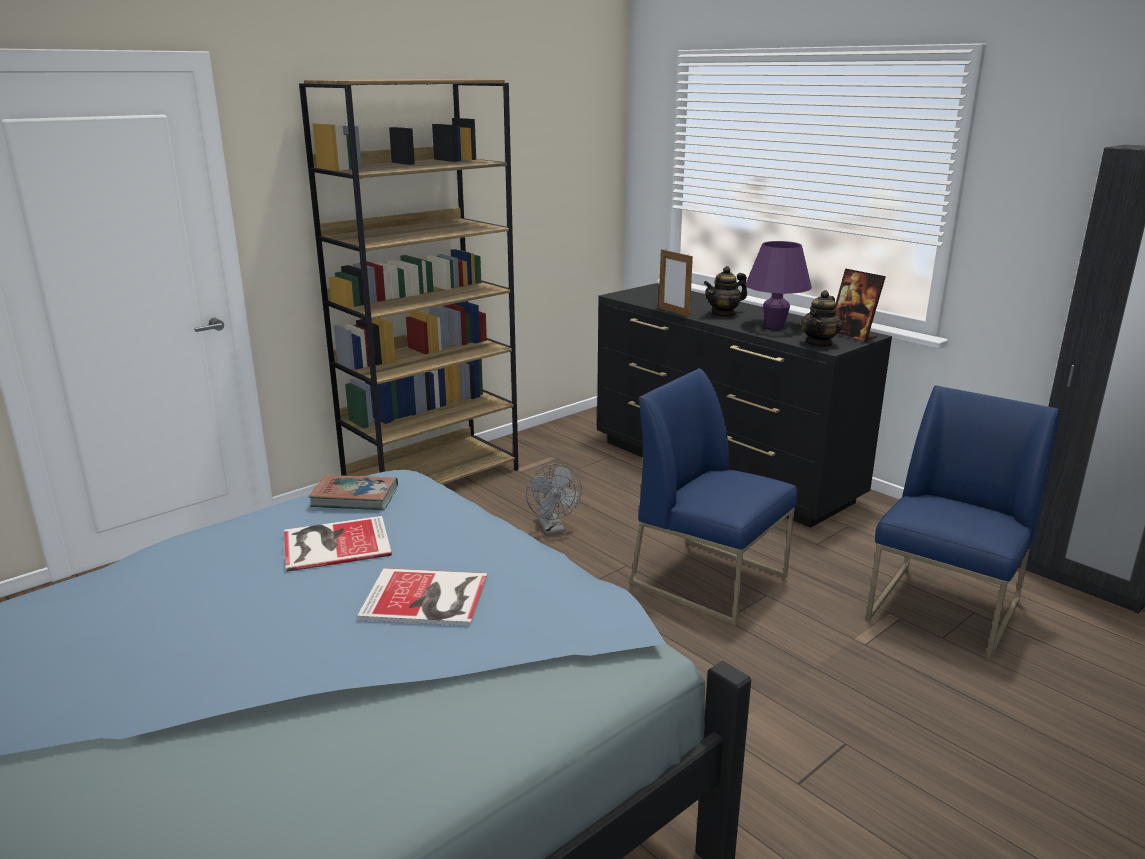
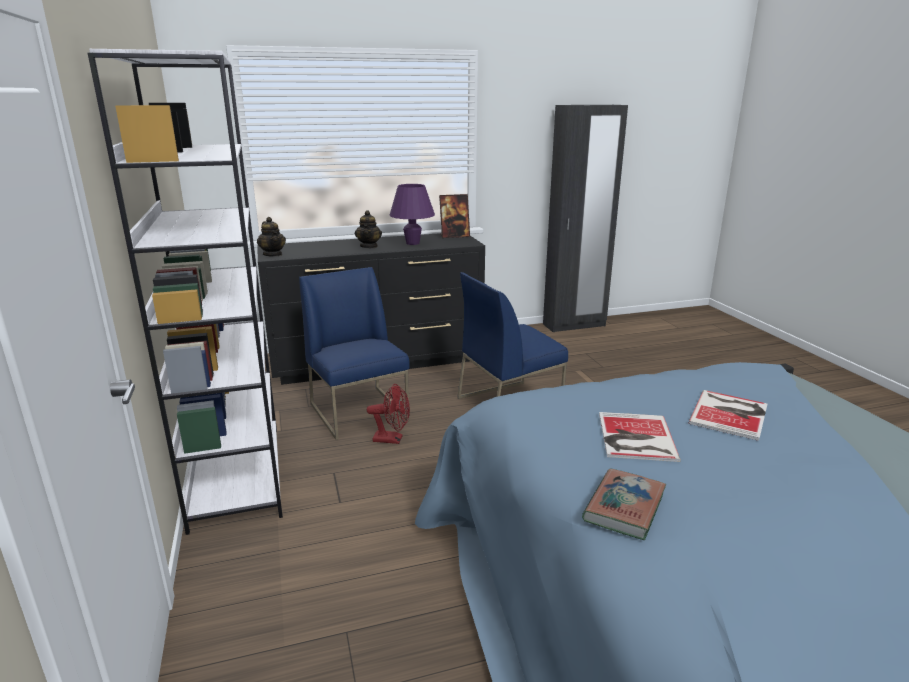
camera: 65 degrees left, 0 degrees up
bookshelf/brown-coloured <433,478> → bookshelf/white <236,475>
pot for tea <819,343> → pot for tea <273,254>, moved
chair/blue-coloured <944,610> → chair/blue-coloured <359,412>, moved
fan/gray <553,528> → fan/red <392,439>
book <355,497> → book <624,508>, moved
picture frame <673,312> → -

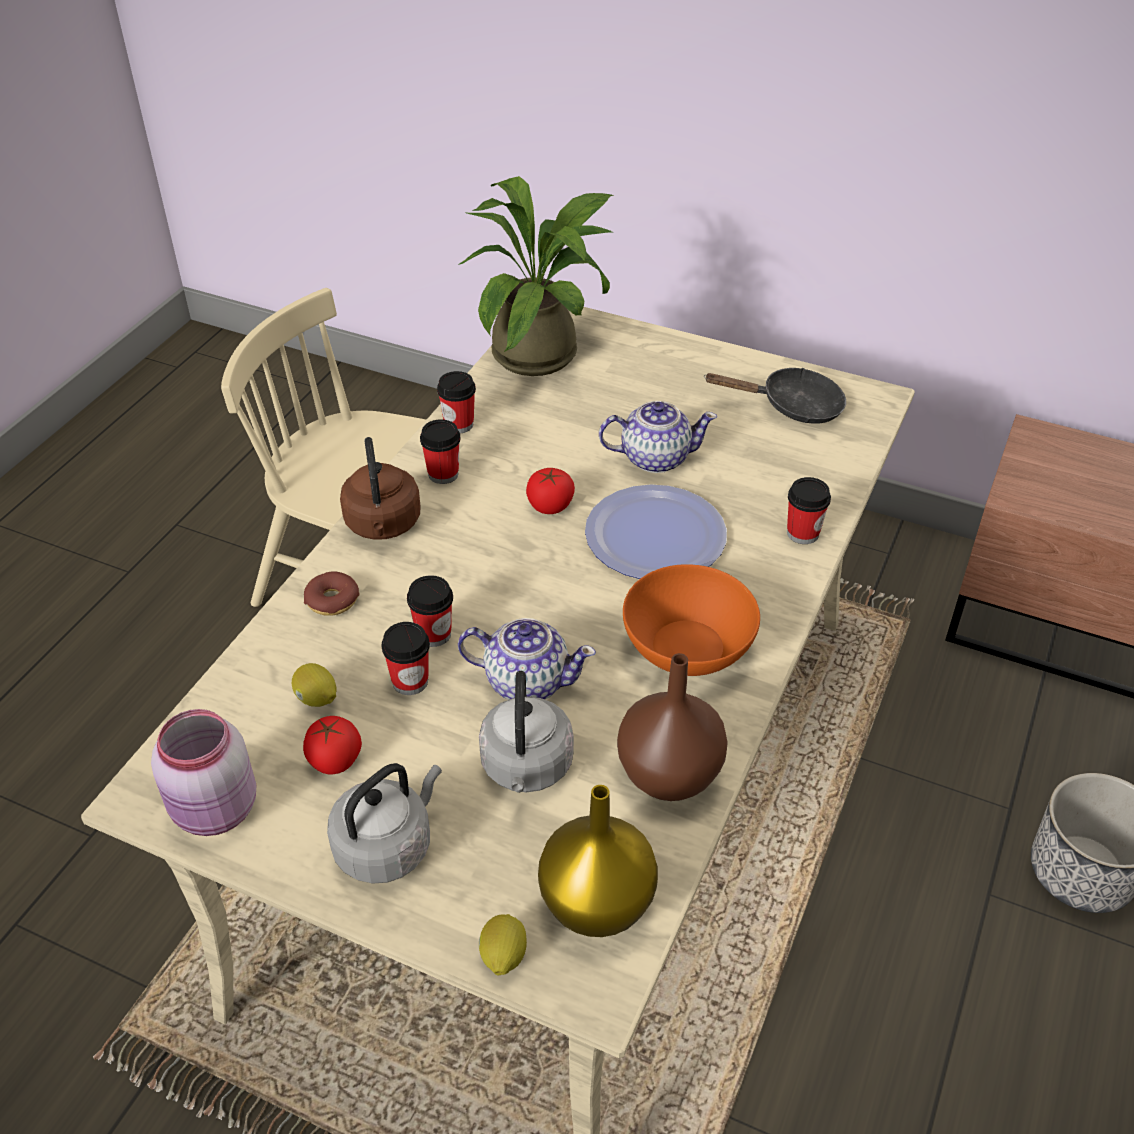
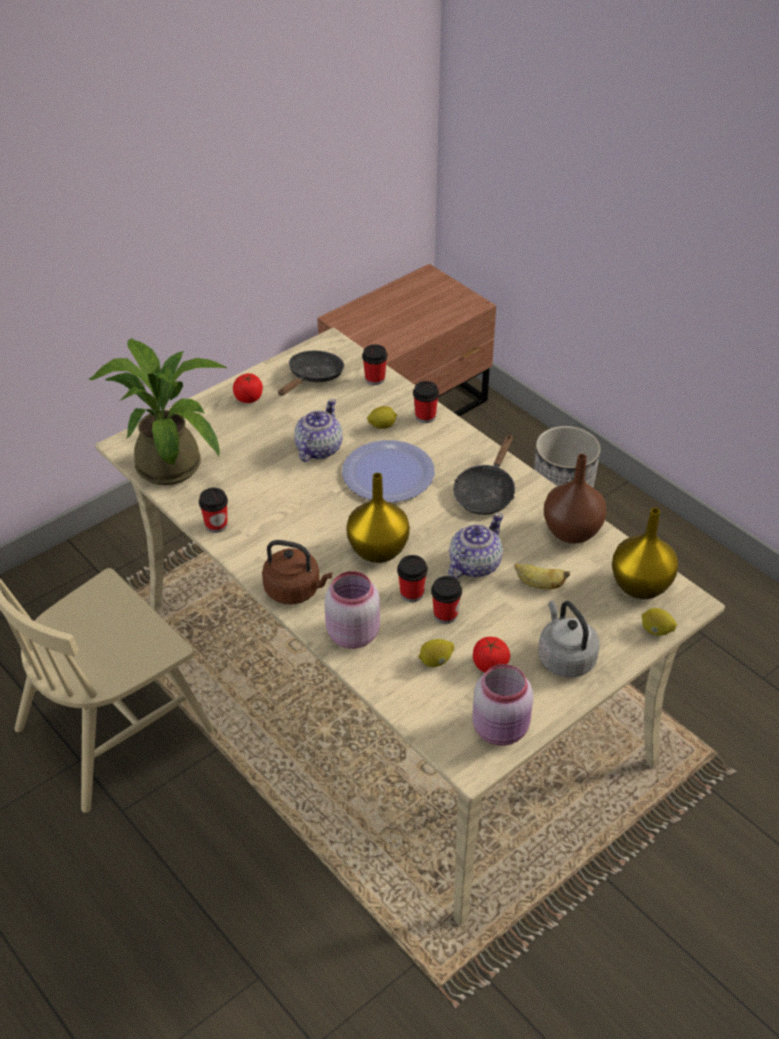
camera: 65 degrees left, 0 degrees up
fresh tomato <550,506> → fresh tomato <249,398>, moved
donut <332,600> → storage jar/pink-coloured <352,633>
- → decorative vase/yellow-coloured <379,550>
cup <443,474> → cup <375,379>, moved
- → lemon <382,426>
bowl/orange <688,647> → frying pan/black-coloured <486,492>
water kettle/gray <526,768> → banana <539,585>

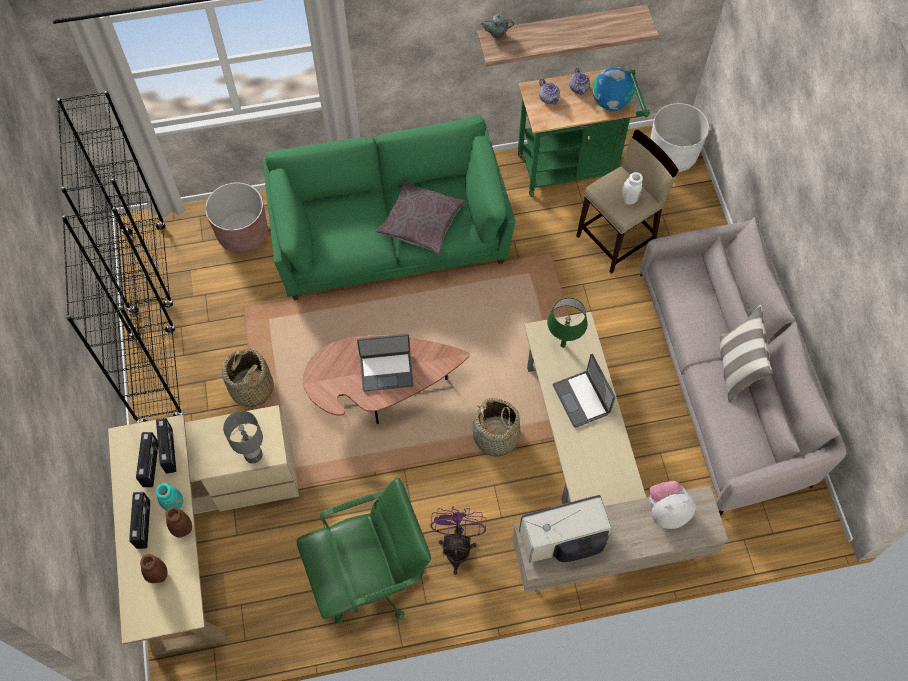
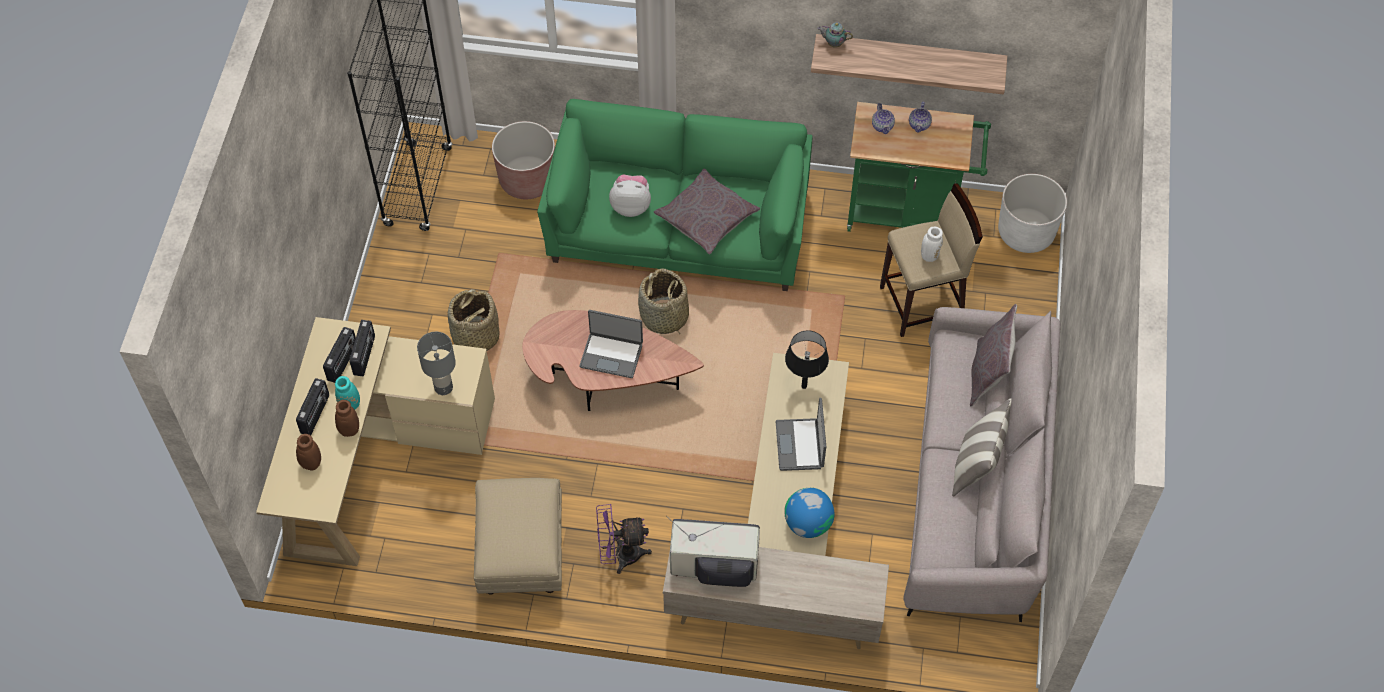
camera: 20 degrees right, 5 degrees down
computer chair/greenish <370,577> → footrest/beige-coloured <521,554>
fan/purple <457,546> → fan/purple <620,555>, 120 degrees counterclockwise
soft toy <667,511> → soft toy <631,206>, moved
basket <496,437> → basket <664,317>, moved
globe <611,102> → globe <808,523>, moved
tabletop lamp/greenish <562,345> → tabletop lamp/black-coloured <804,386>
- → cushion/gray <988,375>
bookshelf/black-coloured <157,376> → -

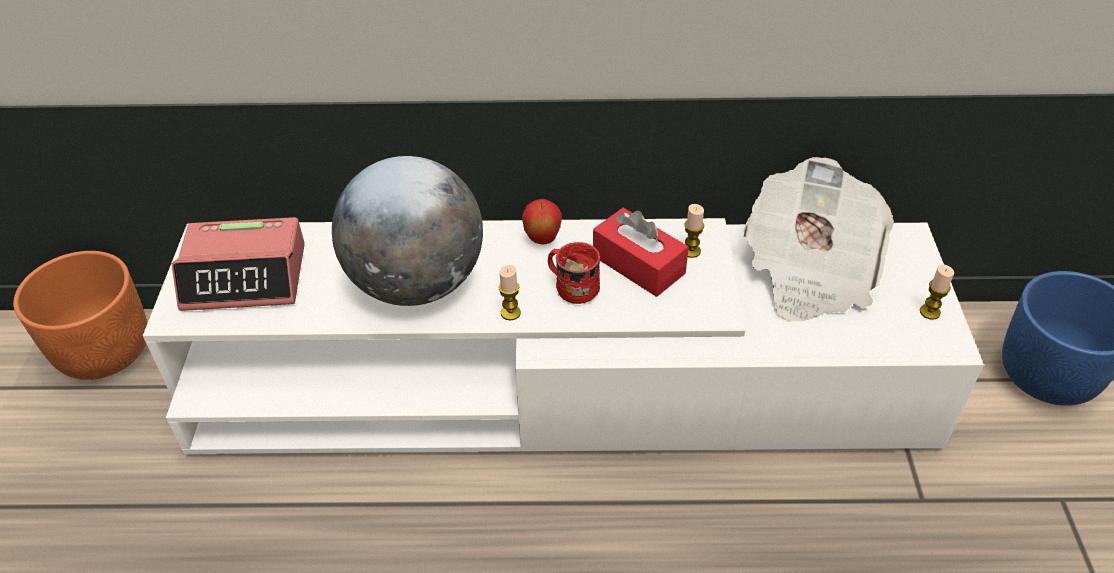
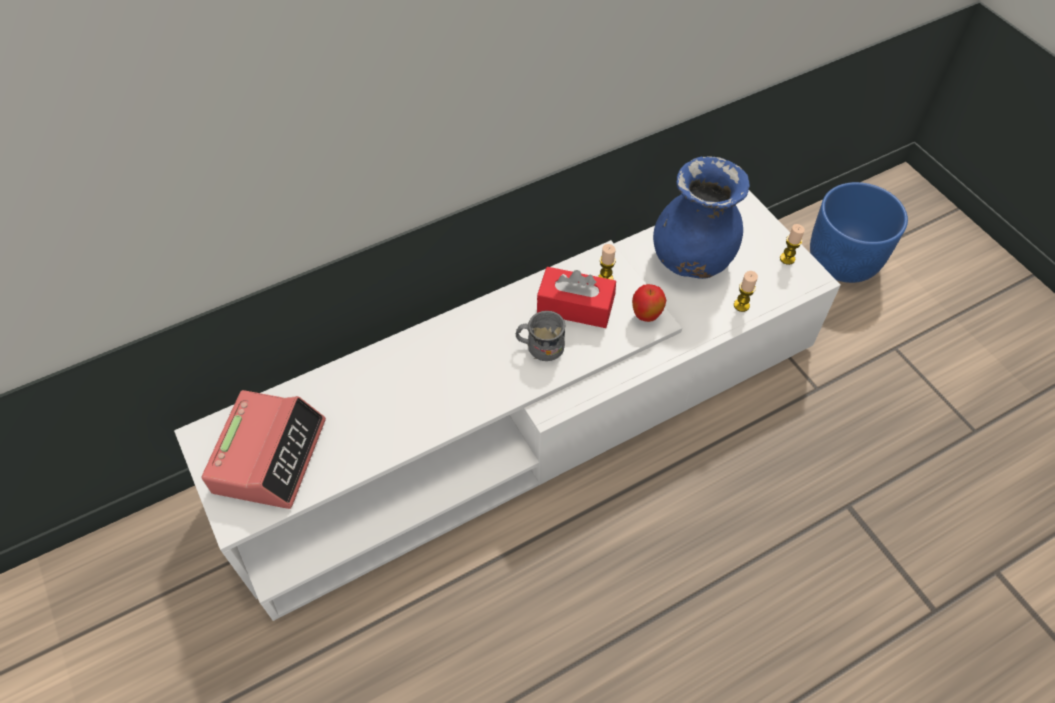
camera: 30 degrees left, 10 degrees up
bedside clock <246,276> → bedside clock <269,455>, 45 degrees counterclockwise
mug/red <572,287> → mug/gray <540,347>
apple <542,240> → apple <646,316>, moved
printed paper <809,271> → decorative vase/blue-coloured <692,259>
wax light <510,313> → wax light <741,305>, moved
flower pot/orange <104,350> → -
globe <416,284> → -

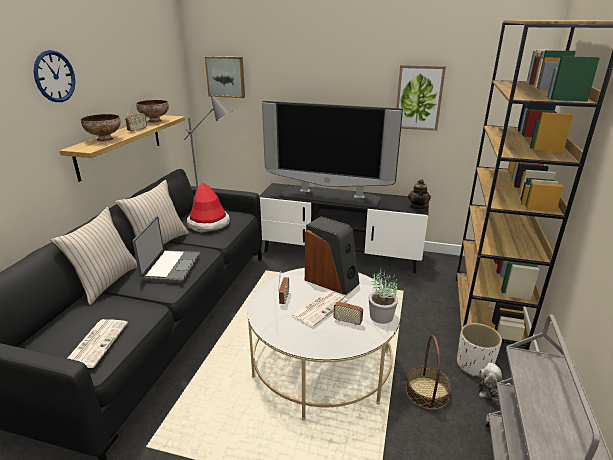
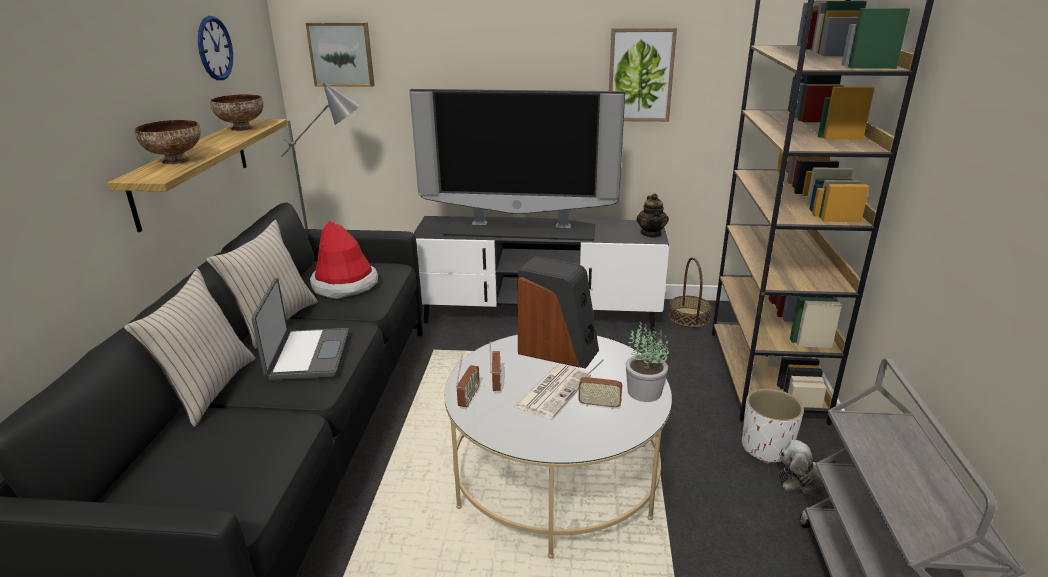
camera: 10 degrees left, 0 degrees up
wall clock <54,76> → wall clock <215,48>, moved
radio set <137,130> → radio set <468,398>, moved
basket <427,392> → basket <689,317>, moved
printed paper <96,343> → -

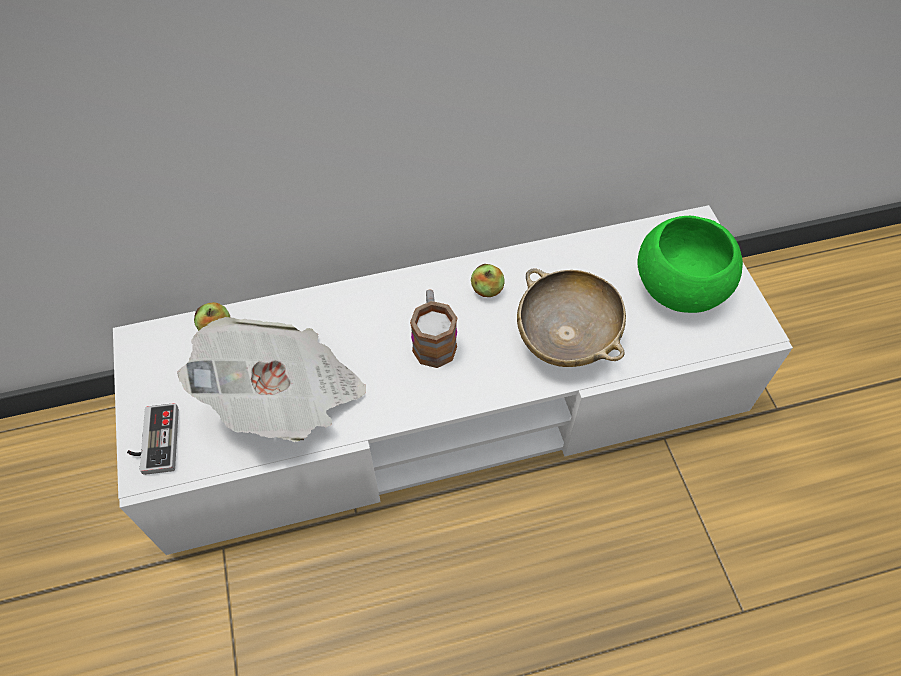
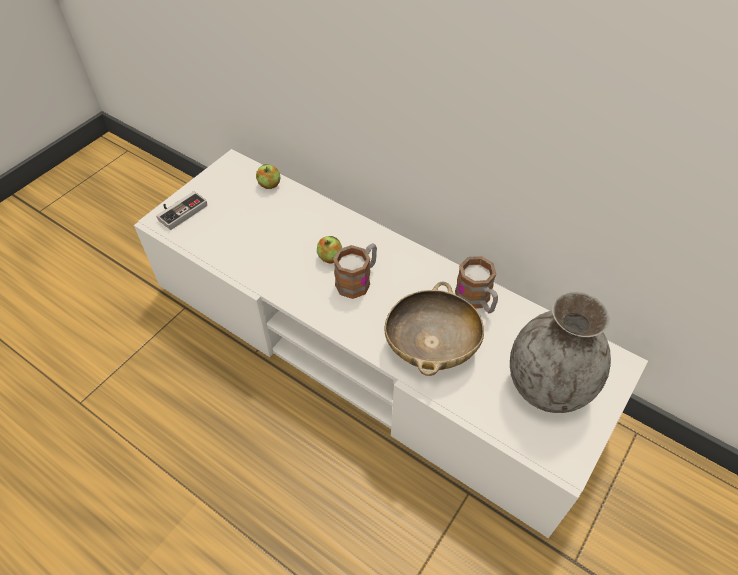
camera: 50 degrees right, 5 degrees down
apple <487,290> → apple <330,257>, moved
- → mug <476,301>
bowl/greenish <678,288> → decorative vase/gray <547,386>
printed paper <285,396> → -

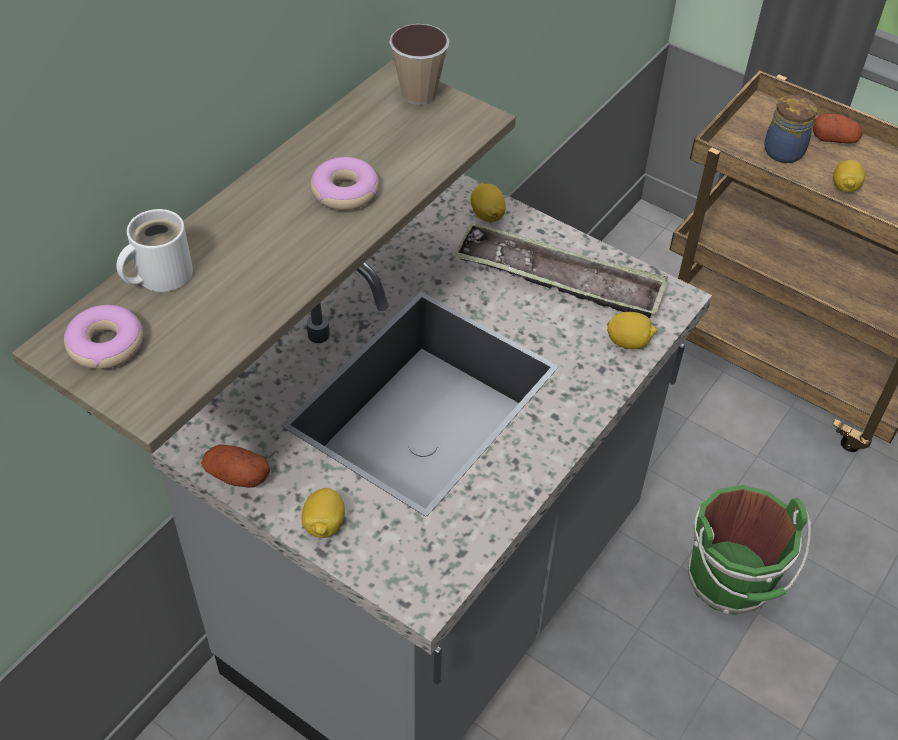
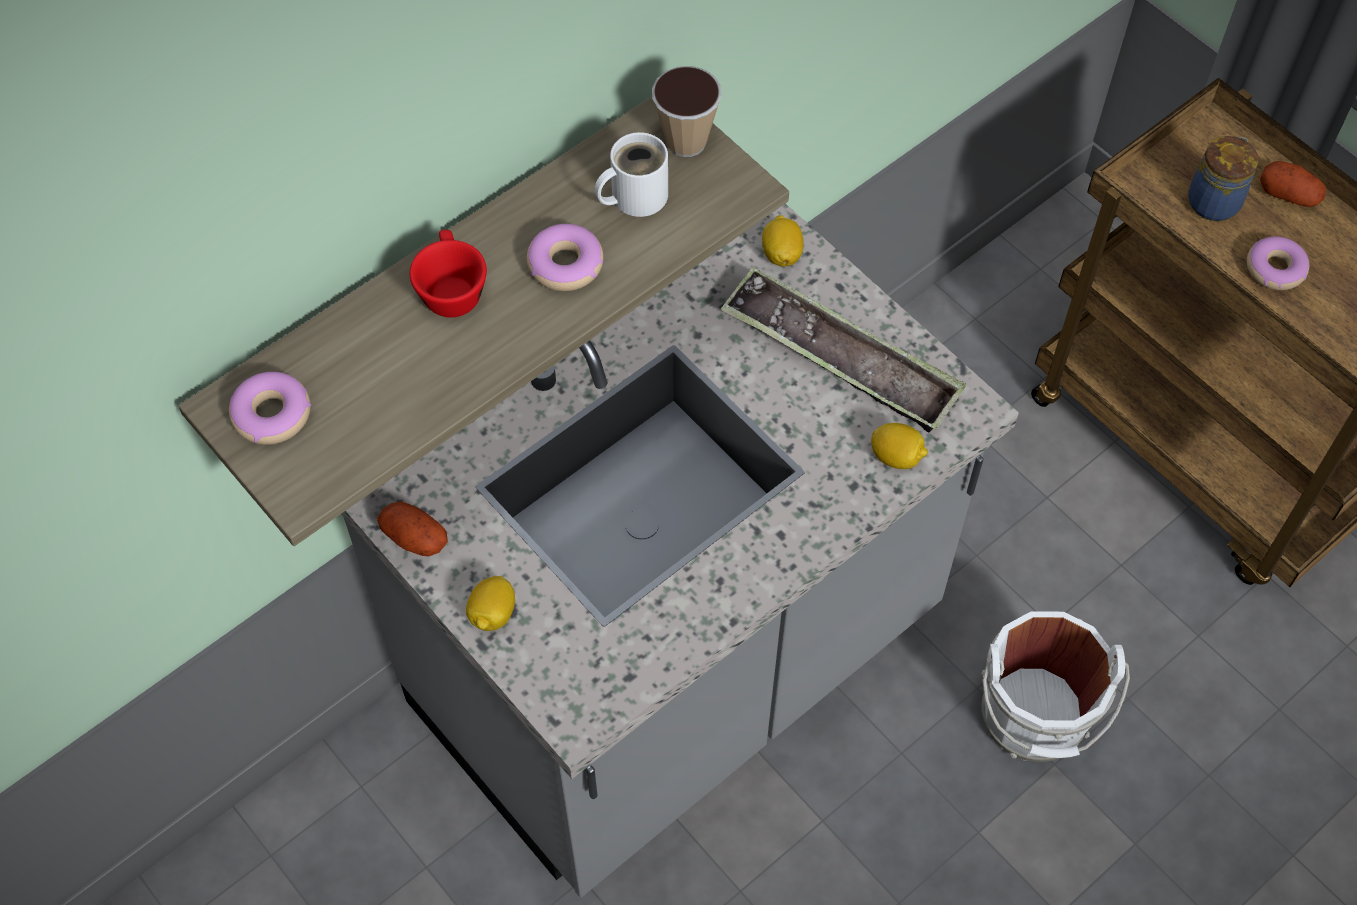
camera: 15 degrees right, 10 degrees up
- → cup/red <450,289>
mug/white <159,274> → mug/white <633,195>, moved
water bucket/greenish <731,582> → water bucket/white <1034,719>
lemon <844,187> → donut <1275,269>

